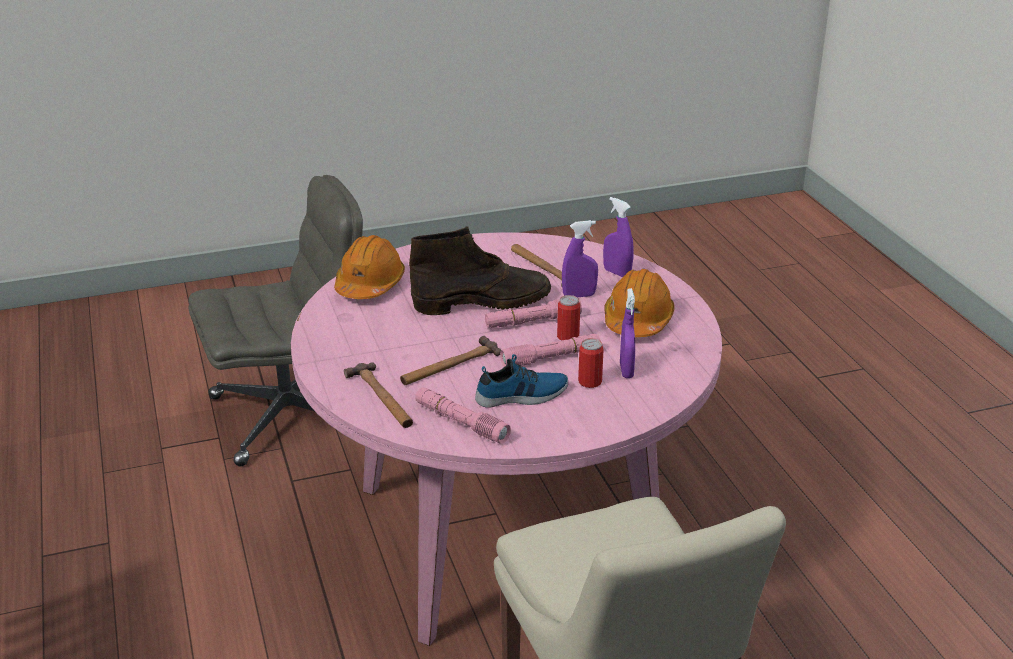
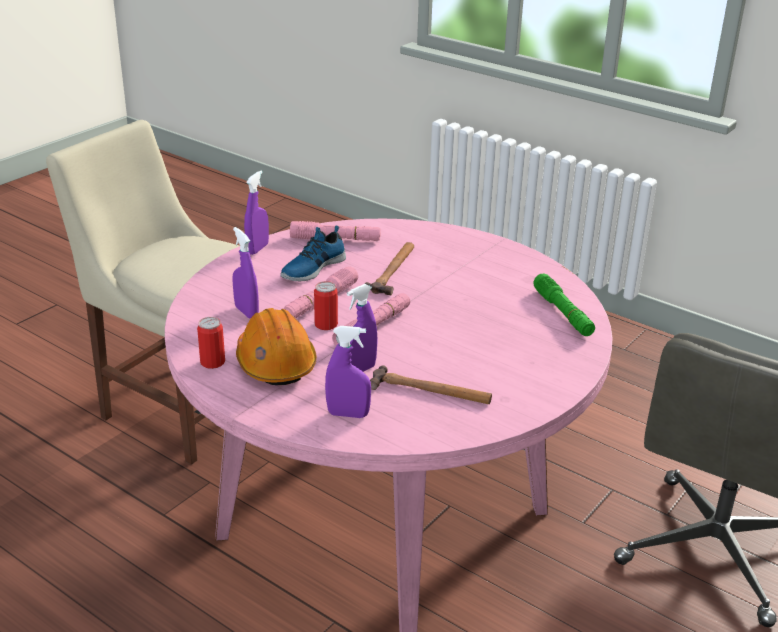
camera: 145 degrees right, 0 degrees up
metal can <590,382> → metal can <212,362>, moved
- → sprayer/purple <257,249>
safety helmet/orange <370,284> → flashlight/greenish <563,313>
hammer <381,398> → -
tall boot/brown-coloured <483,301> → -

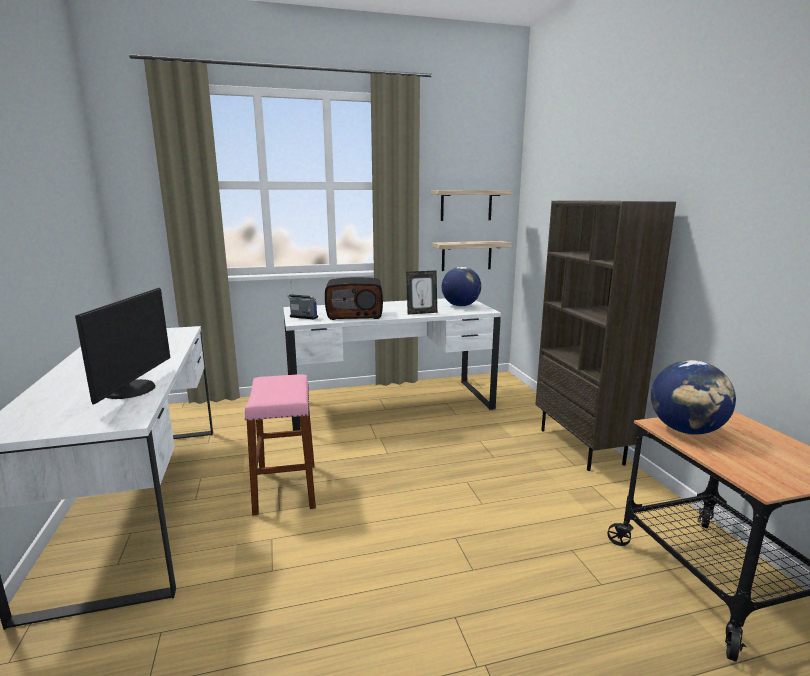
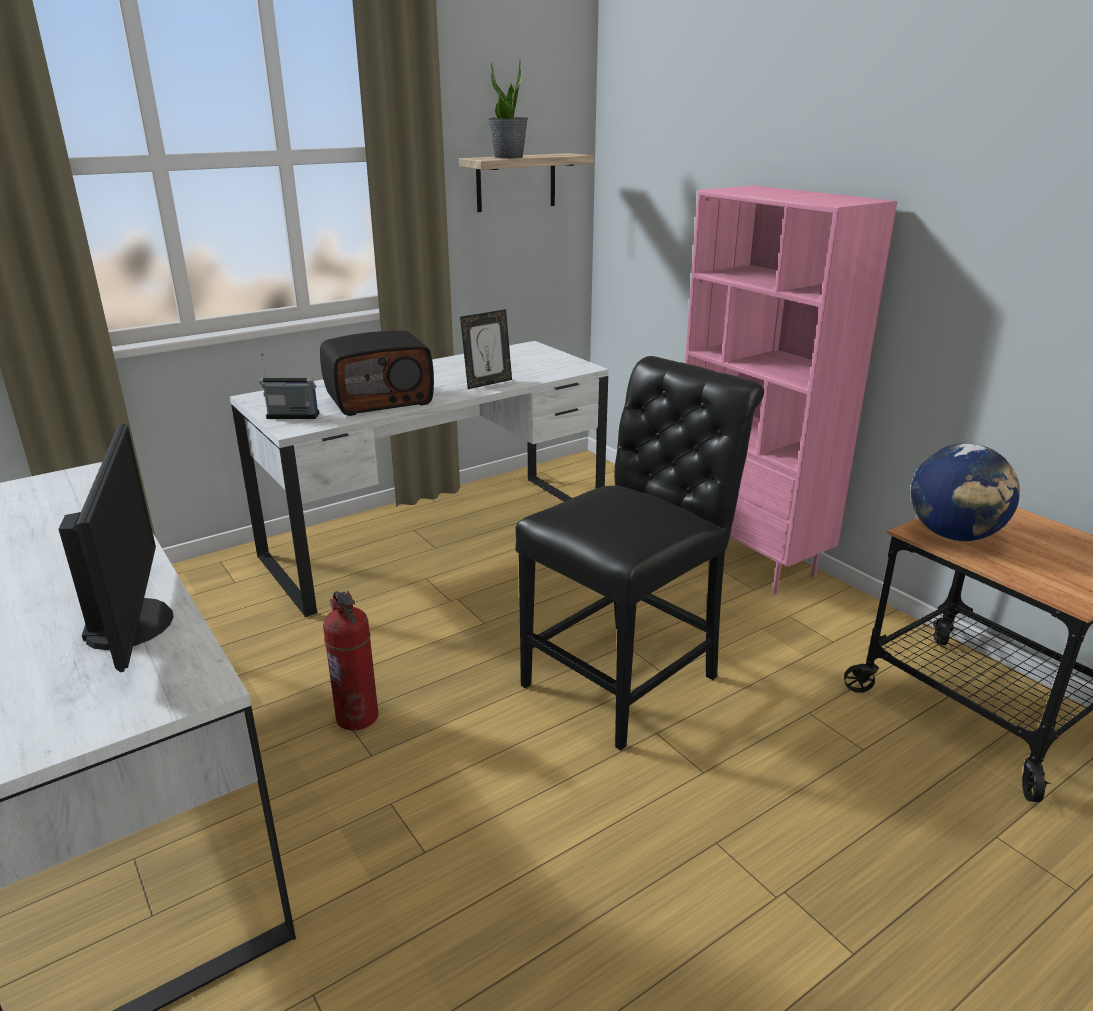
camera: 20 degrees left, 10 degrees up
stool/pink-coloured <286,488> → extinguisher <358,717>
- → potted plant <509,157>
- → chair/black-coloured <629,676>
bookshelf/brown-coloured <582,446> → bookshelf/pink-coloured <750,559>
bracket shelf <466,255> → -
globe <460,305> → -

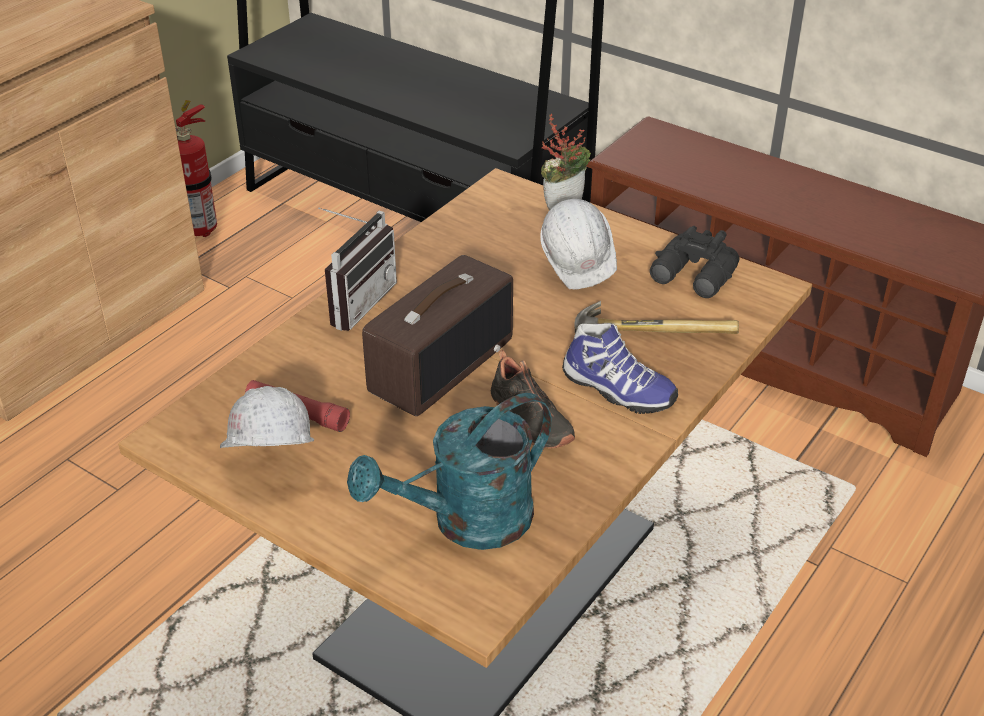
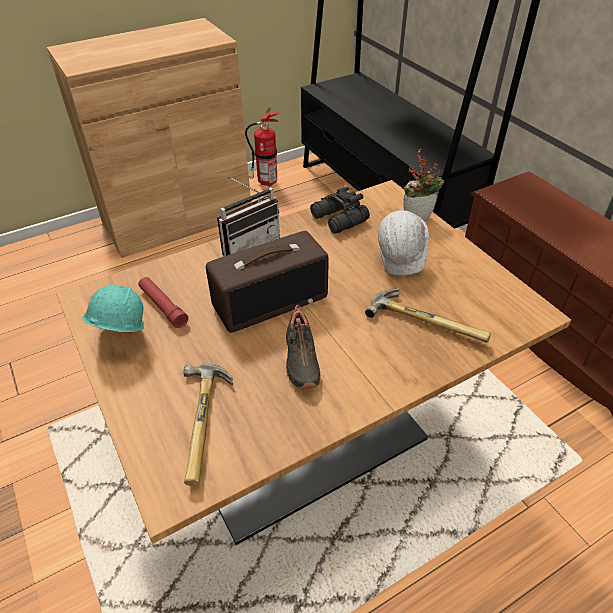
camera: 25 degrees right, 5 degrees up
safety helmet/white <269,469> → safety helmet/turquoise-coloured <120,339>
watering pot/turquoise-coloured <466,523> → hammer <209,423>
field glasses/black-coloured <694,277> → field glasses/black-coloured <339,219>, moved
shoe <616,391> → -

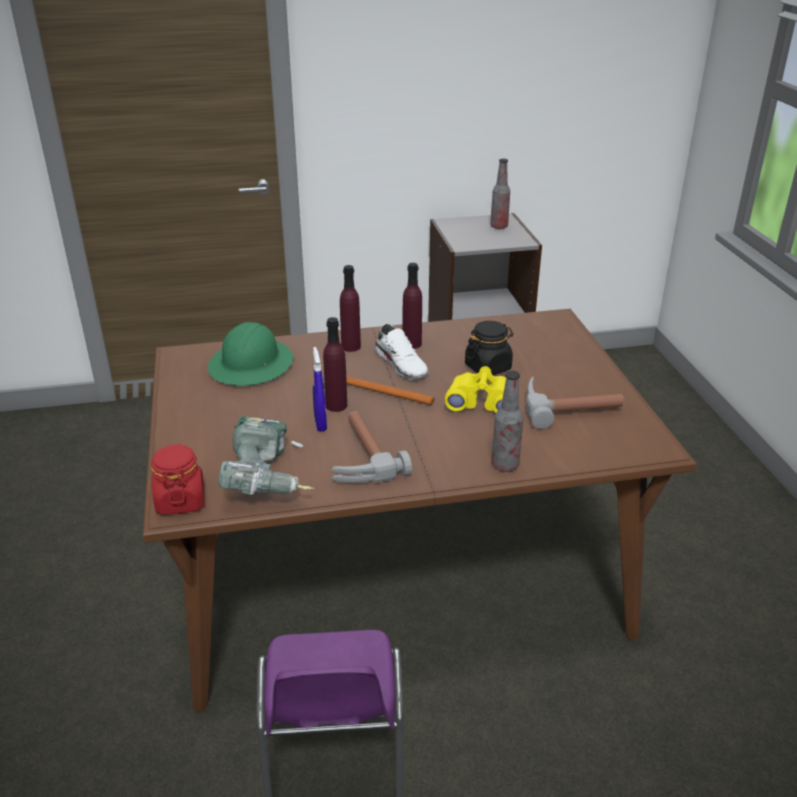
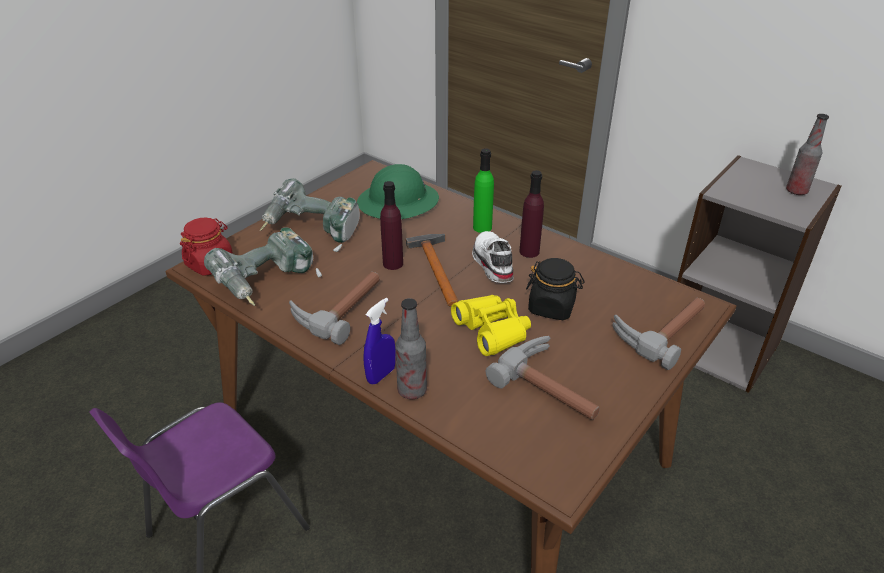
camera: 50 degrees right, 5 degrees up
- → power drill <311,232>
sprayer/blue-coloured <320,424> → sprayer/blue-coloured <381,375>, moved
shoe/white <402,364> → shoe/white <491,263>, 150 degrees clockwise
drink bottle/purple <351,346> → drink bottle/greenish <482,227>
- → hammer <660,330>

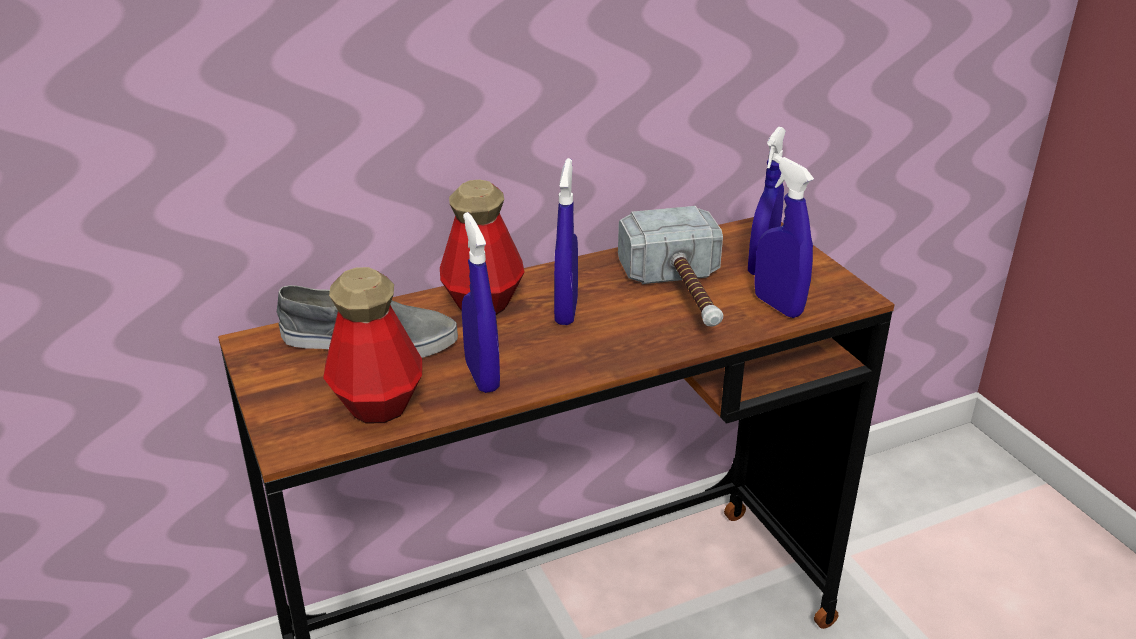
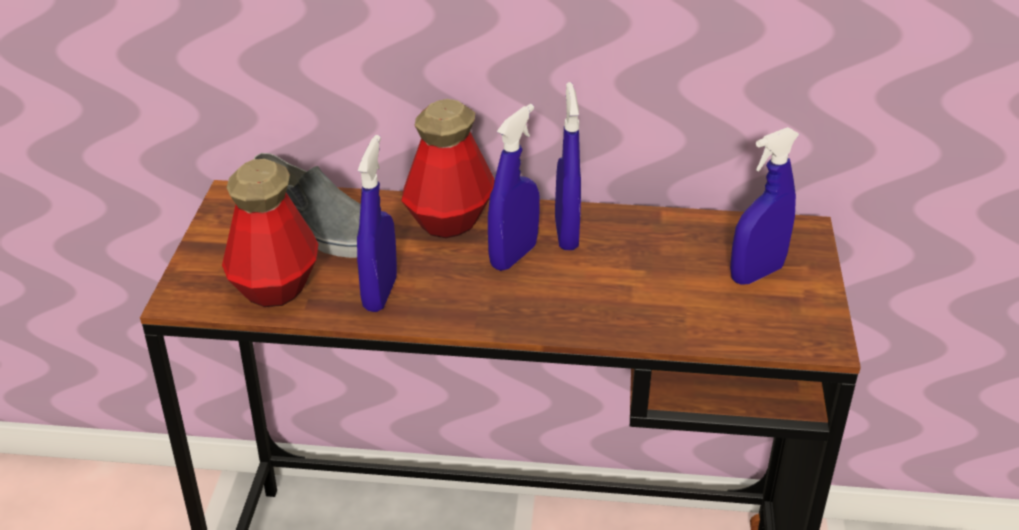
camera: 30 degrees right, 5 degrees up
sprayer/blue-coloured <778,306> → sprayer/blue-coloured <566,235>, moved
hammer <683,296> → -

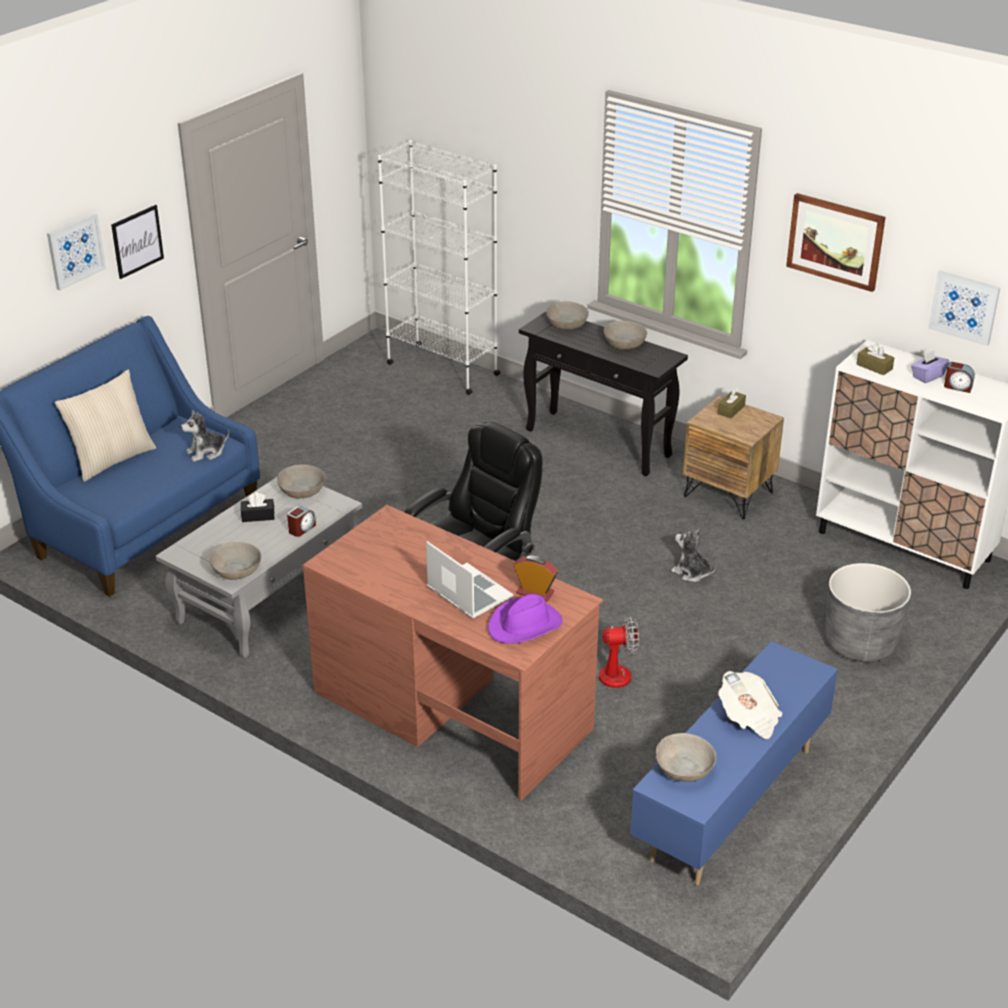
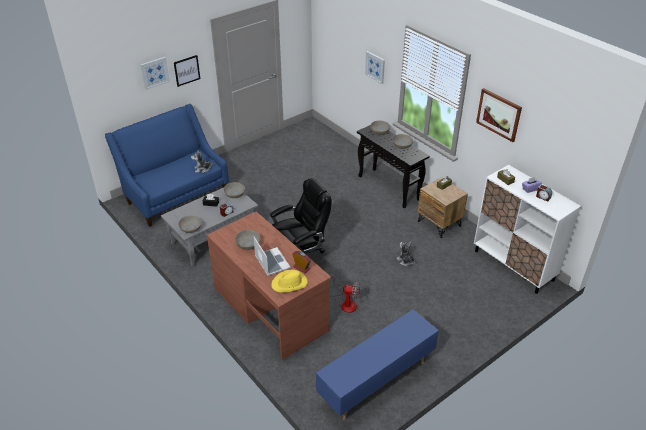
camera: 15 degrees right, 5 degrees up
bowl/gray <684,769> → bowl/gray <248,244>, moved
clothing hat/purple <525,625> → clothing hat/yellow-coloured <289,283>
wall art <964,307> → wall art <375,67>, moved
cushion/beige-coloured <112,459> → -
bookshelf/white <442,369> → -
printed paper <749,718> → -
flower pot/gray <860,643> → -

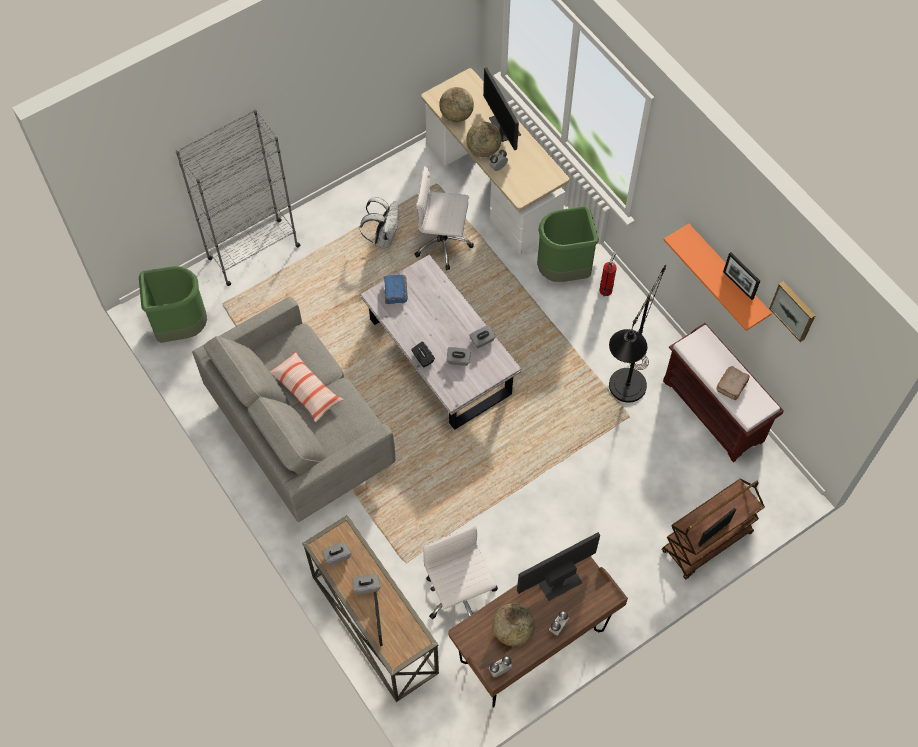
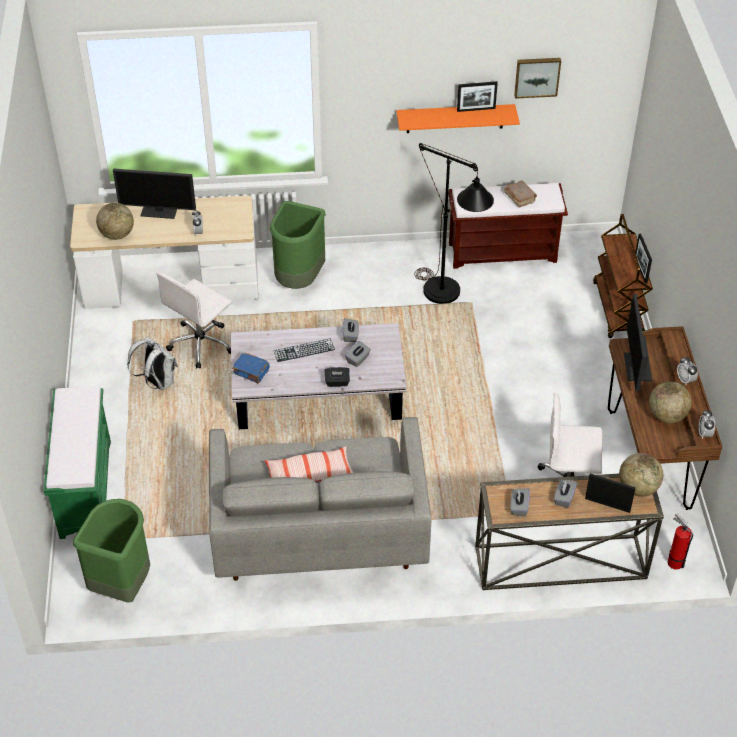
camera: 60 degrees left, 15 degrees down
bookshelf/gray <253,252> → indoor bench/greenish <85,487>
- → computer keyboard <304,350>
globe <483,150> → globe <638,488>, moved
extinguisher <606,289> → extinguisher <673,561>, moved

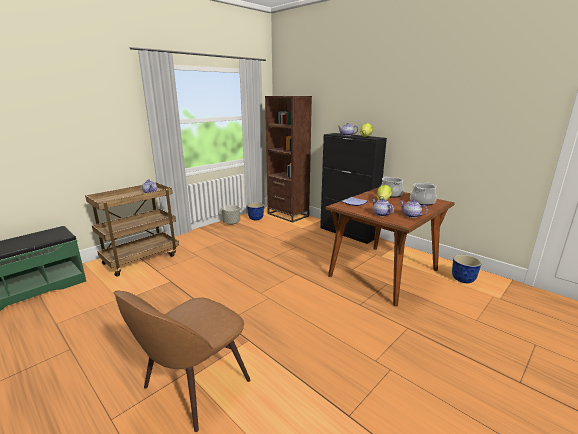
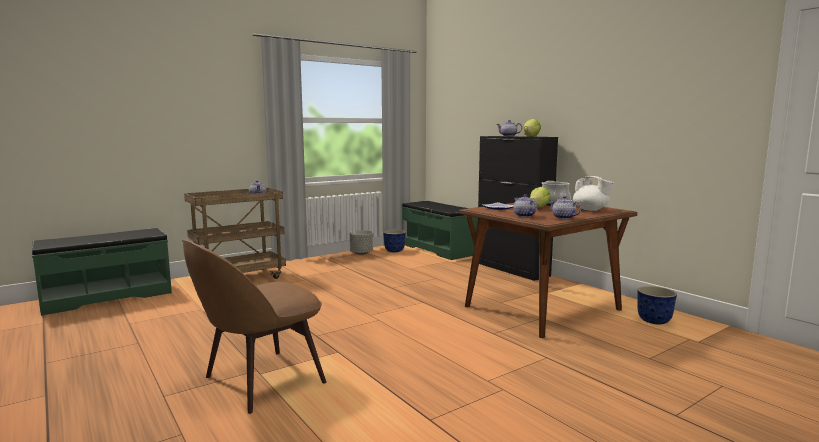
camera: 10 degrees right, 10 degrees down
bookshelf/brown-coloured <288,215> → indoor bench/greenish <439,249>
saucepot <422,202> → pot for tea/white <591,210>

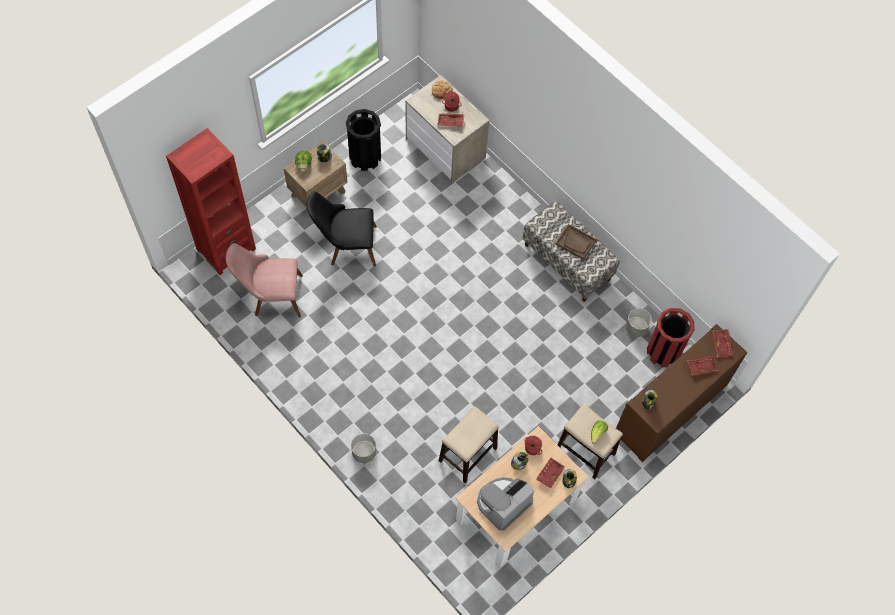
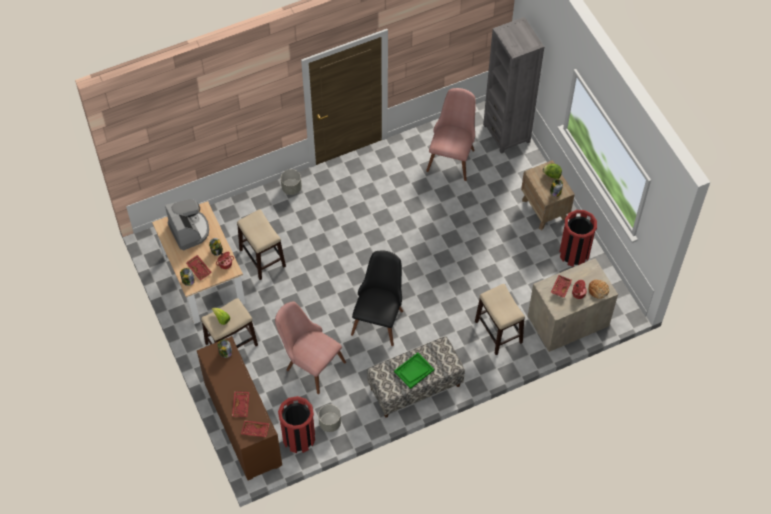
camera: 110 degrees right, 5 degrees down
- → chair/pink-coloured <309,362>
chair/black-coloured <346,246> → chair/black-coloured <379,316>, moved
tray/brown-coloured <576,242> → tray/greenish <414,371>
- → stool <498,332>
bookshelf/red <226,249> → bookshelf/gray <506,133>
trash can/black-coloured <365,157> → trash can/red <574,253>

